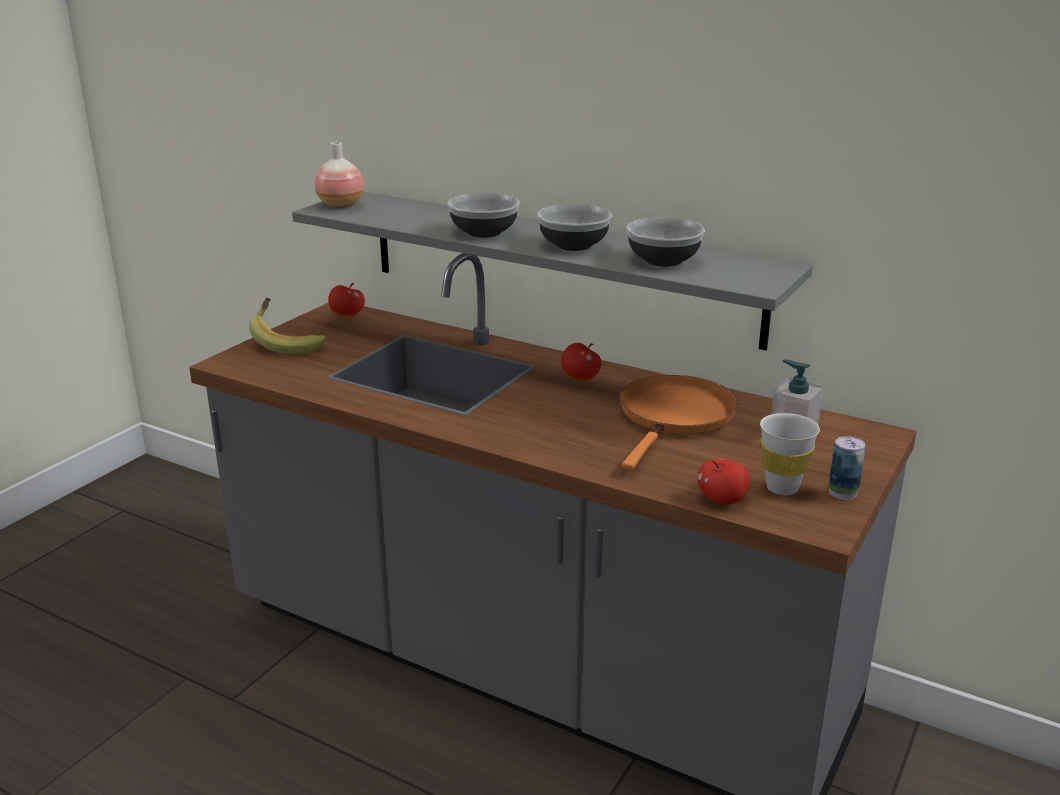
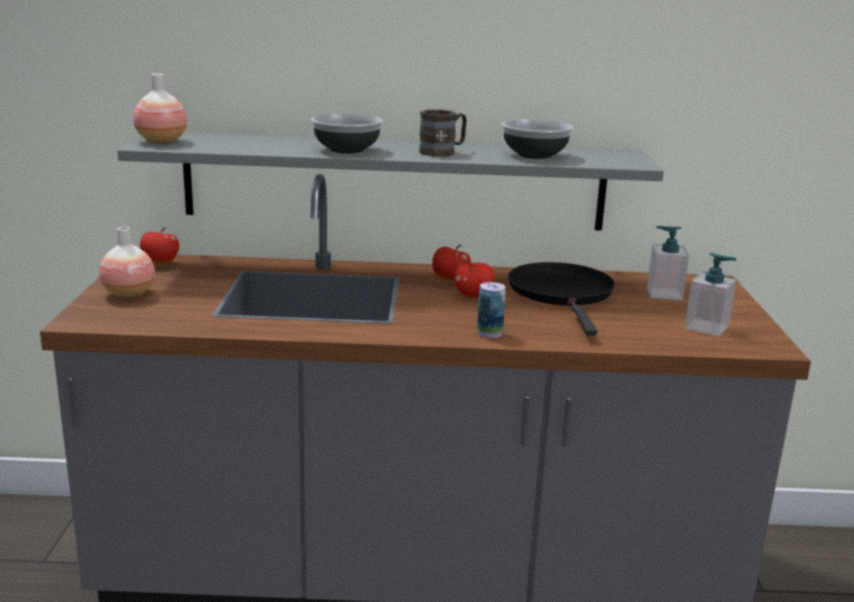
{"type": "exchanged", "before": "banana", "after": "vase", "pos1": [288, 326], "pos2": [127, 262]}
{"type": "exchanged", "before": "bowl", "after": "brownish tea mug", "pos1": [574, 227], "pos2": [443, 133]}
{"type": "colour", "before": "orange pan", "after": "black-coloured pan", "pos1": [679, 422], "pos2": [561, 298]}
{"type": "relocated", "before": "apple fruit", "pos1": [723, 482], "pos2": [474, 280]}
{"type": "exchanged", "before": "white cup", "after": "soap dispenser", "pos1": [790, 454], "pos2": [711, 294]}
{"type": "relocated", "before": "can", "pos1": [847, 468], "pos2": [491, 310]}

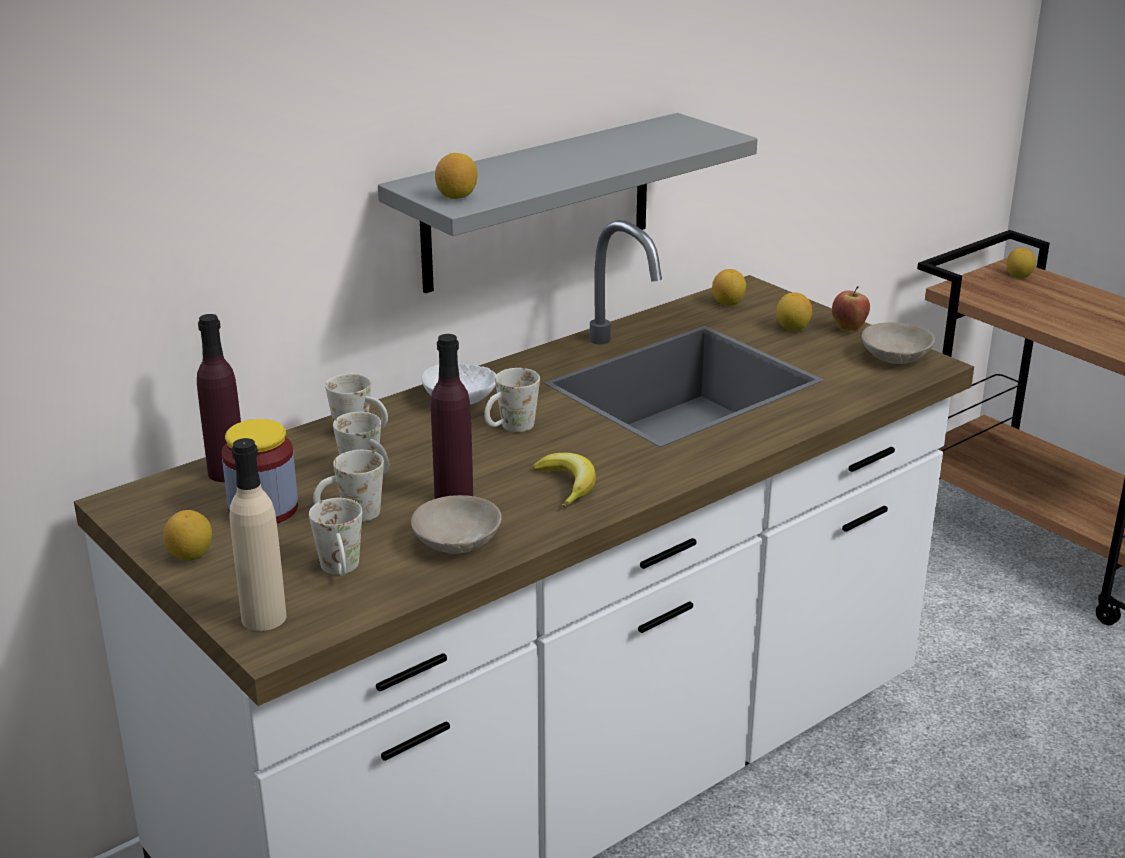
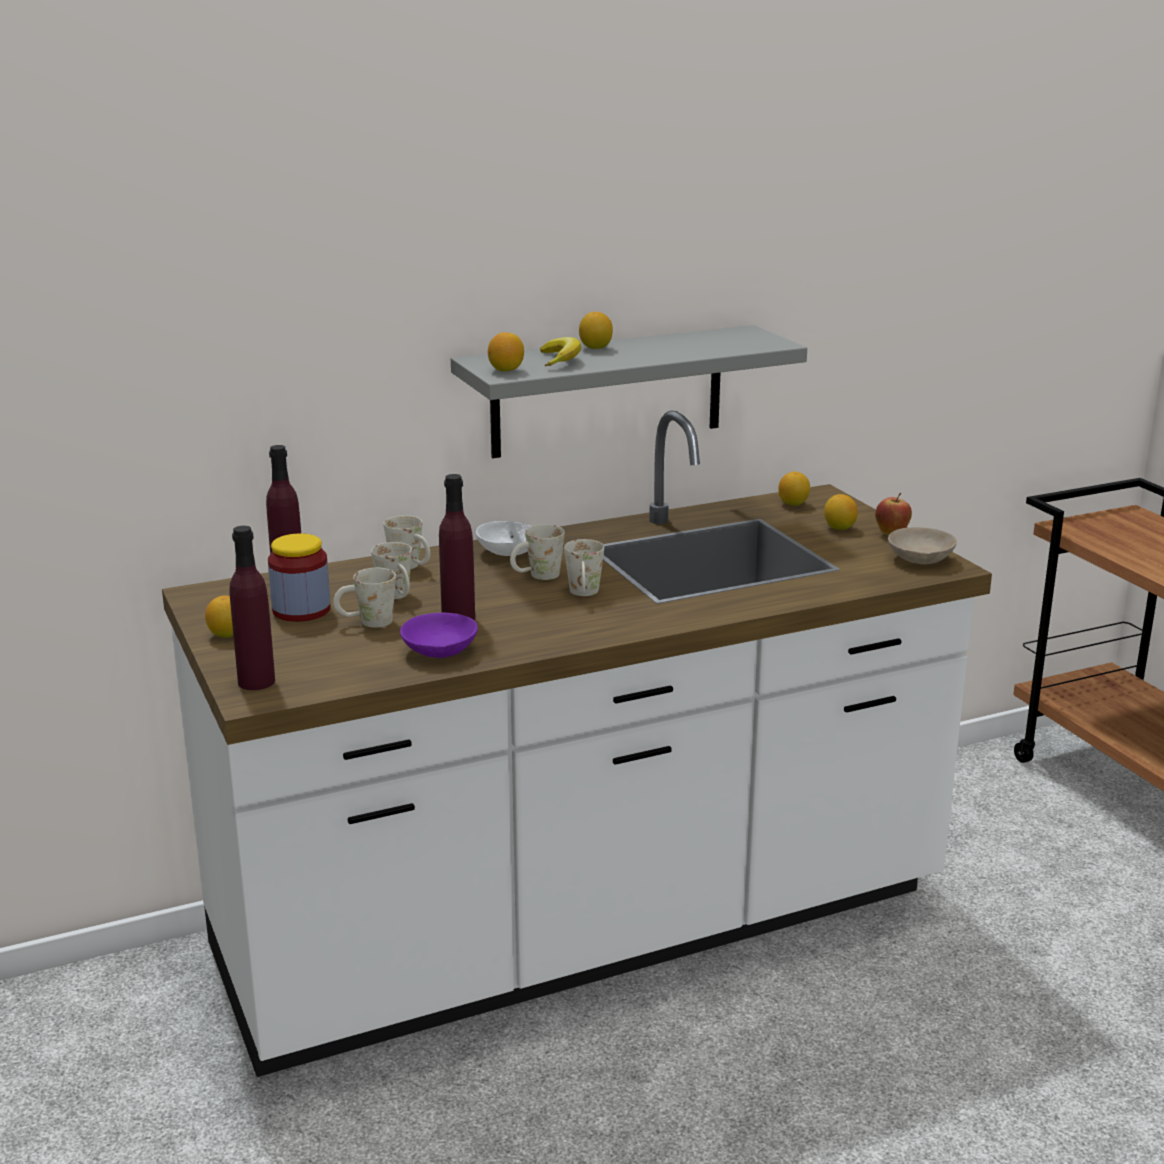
{"type": "colour", "before": "beige drink bottle", "after": "purple drink bottle", "pos1": [257, 534], "pos2": [252, 608]}
{"type": "relocated", "before": "white tea mug", "pos1": [335, 537], "pos2": [584, 567]}
{"type": "colour", "before": "beige bowl", "after": "purple bowl", "pos1": [456, 524], "pos2": [439, 635]}
{"type": "relocated", "before": "banana", "pos1": [564, 480], "pos2": [560, 351]}
{"type": "relocated", "before": "lemon", "pos1": [1021, 263], "pos2": [596, 330]}

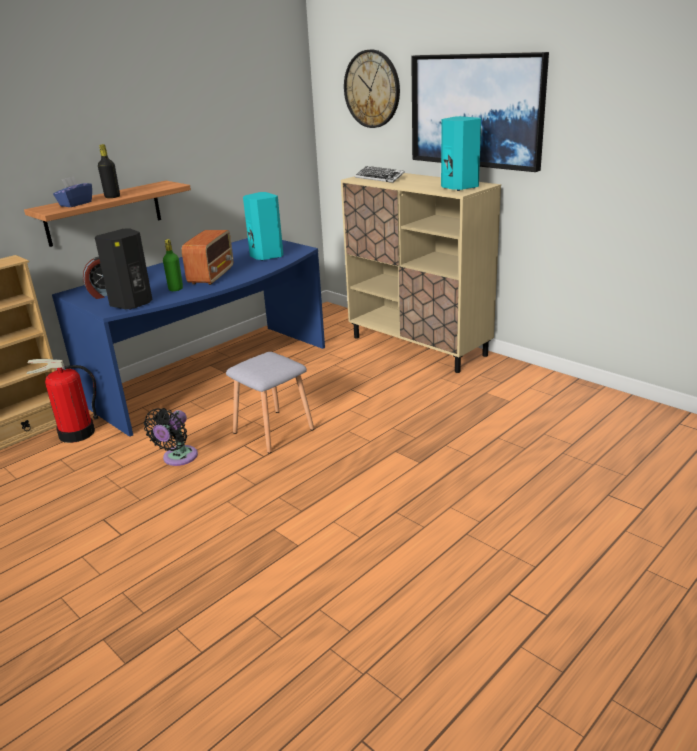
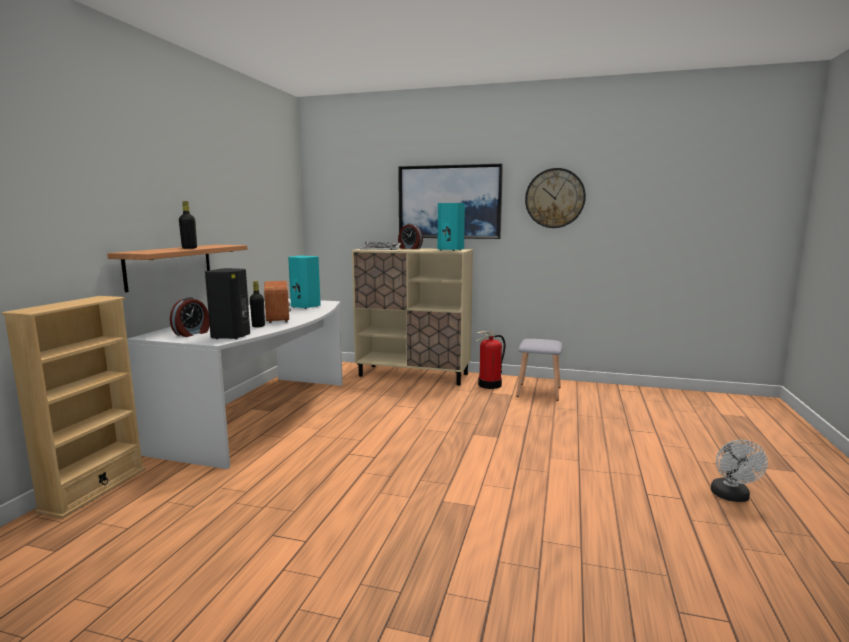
{"type": "relocated", "before": "extinguisher", "pos1": [62, 401], "pos2": [490, 360]}
{"type": "colour", "before": "blue-coloured desk", "after": "white desk", "pos1": [188, 337], "pos2": [235, 384]}
{"type": "missing", "before": "blue-coloured box of tissues", "pos1": [72, 191]}
{"type": "missing", "before": "black-coloured fan", "pos1": [171, 437]}
{"type": "colour", "before": "greenish drink bottle", "after": "black-coloured drink bottle", "pos1": [173, 265], "pos2": [257, 304]}
{"type": "relocated", "before": "gray stool seat", "pos1": [270, 403], "pos2": [539, 370]}
{"type": "relocated", "before": "clock on the wall", "pos1": [372, 88], "pos2": [555, 198]}
{"type": "appeared", "after": "bedside clock", "pos2": [410, 236]}
{"type": "appeared", "after": "white fan", "pos2": [739, 471]}

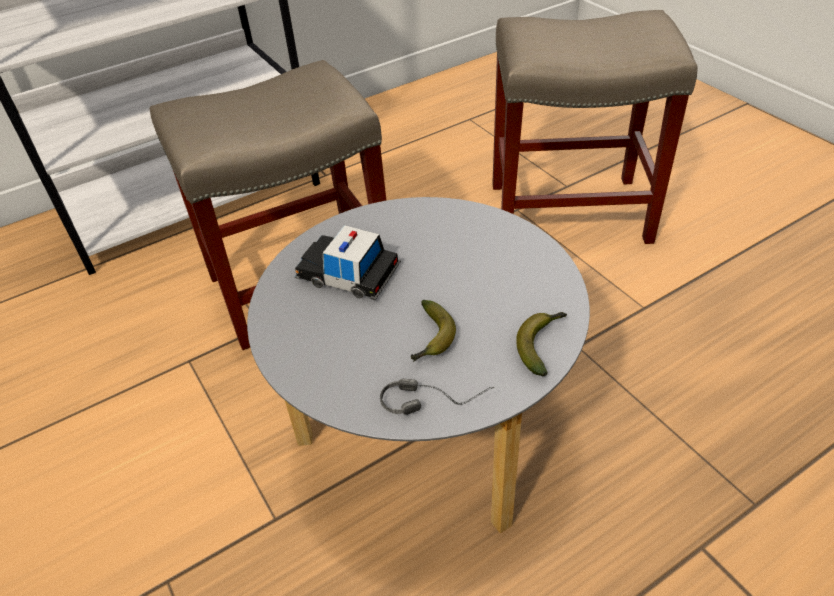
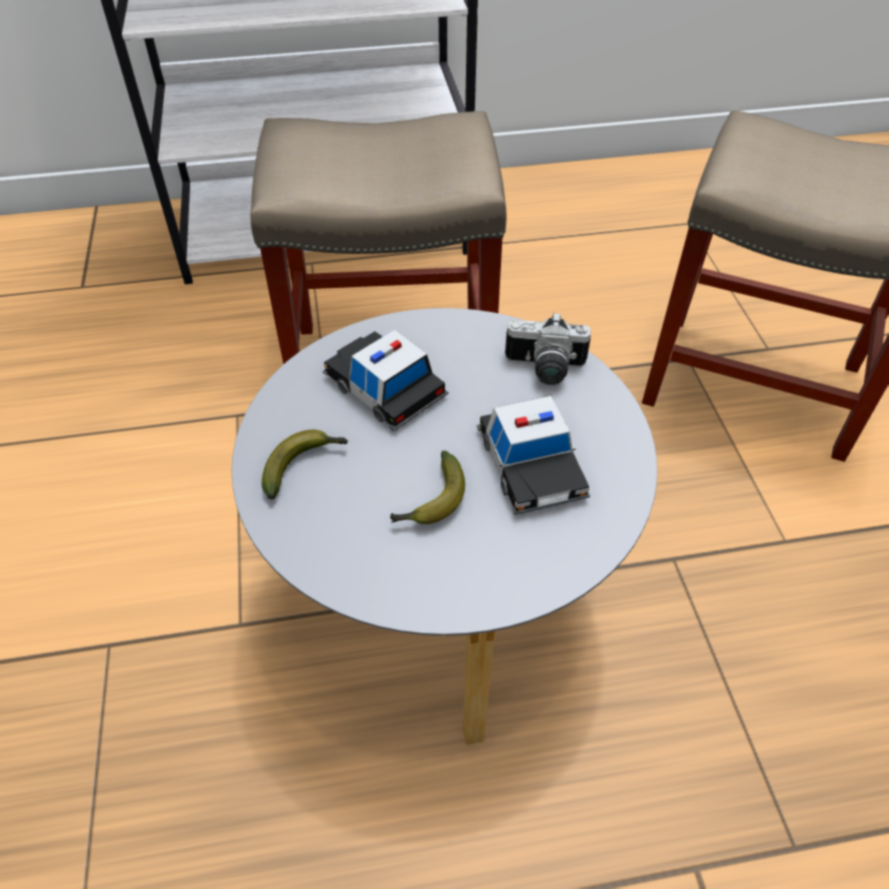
{"type": "missing", "before": "pair of headphones", "pos1": [437, 397]}
{"type": "relocated", "before": "banana", "pos1": [541, 344], "pos2": [305, 464]}
{"type": "appeared", "after": "toy car", "pos2": [533, 455]}
{"type": "appeared", "after": "photo camera", "pos2": [548, 348]}

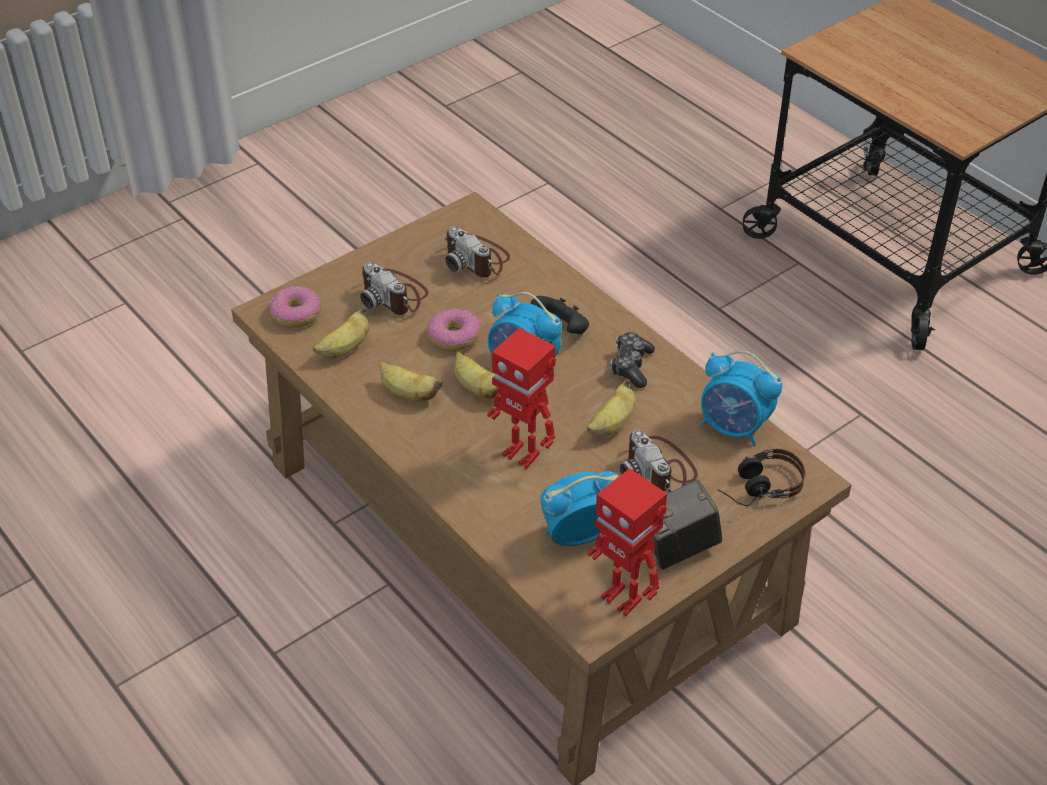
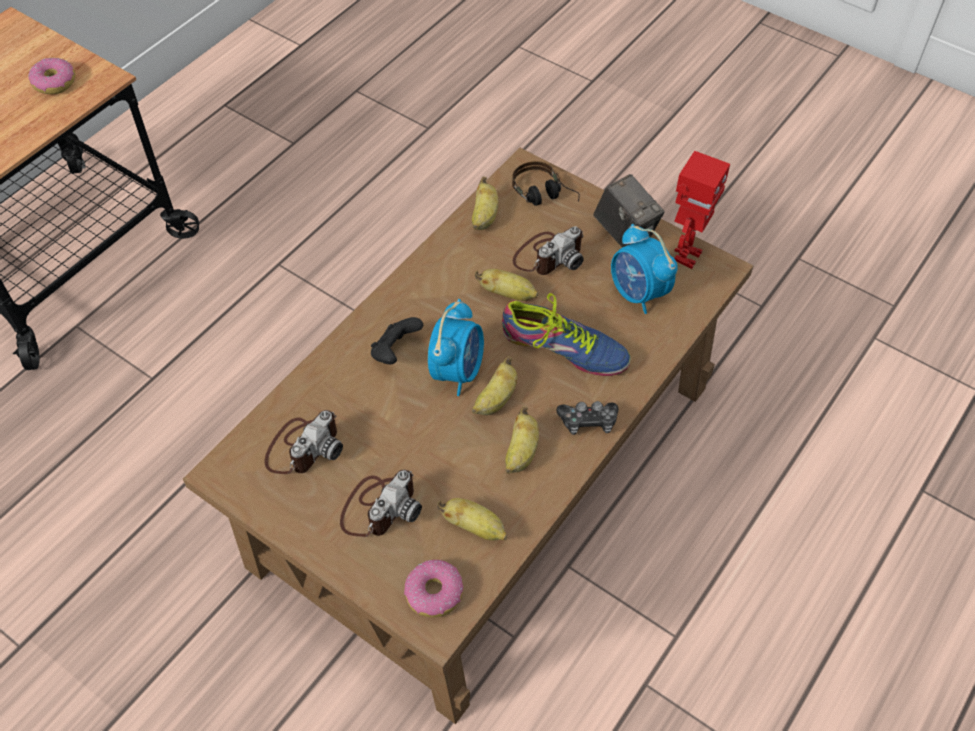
{"type": "relocated", "before": "ring doughnut", "pos1": [454, 330], "pos2": [52, 76]}
{"type": "exchanged", "before": "toy robot", "after": "shoe", "pos1": [521, 398], "pos2": [566, 334]}
{"type": "relocated", "before": "gamepad", "pos1": [632, 360], "pos2": [587, 418]}
{"type": "exchanged", "before": "bedside clock", "after": "banana", "pos1": [741, 398], "pos2": [485, 203]}

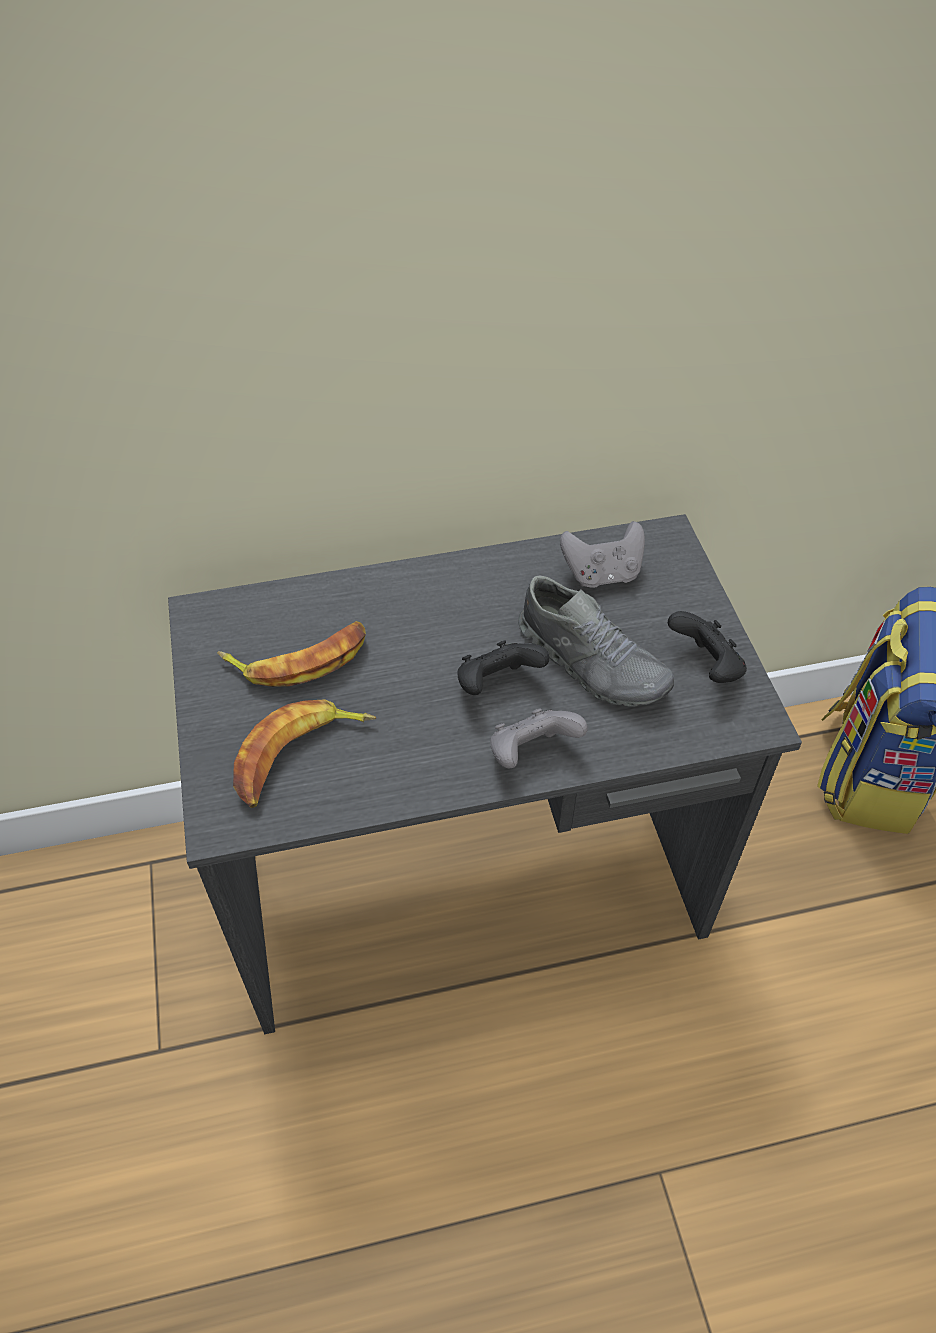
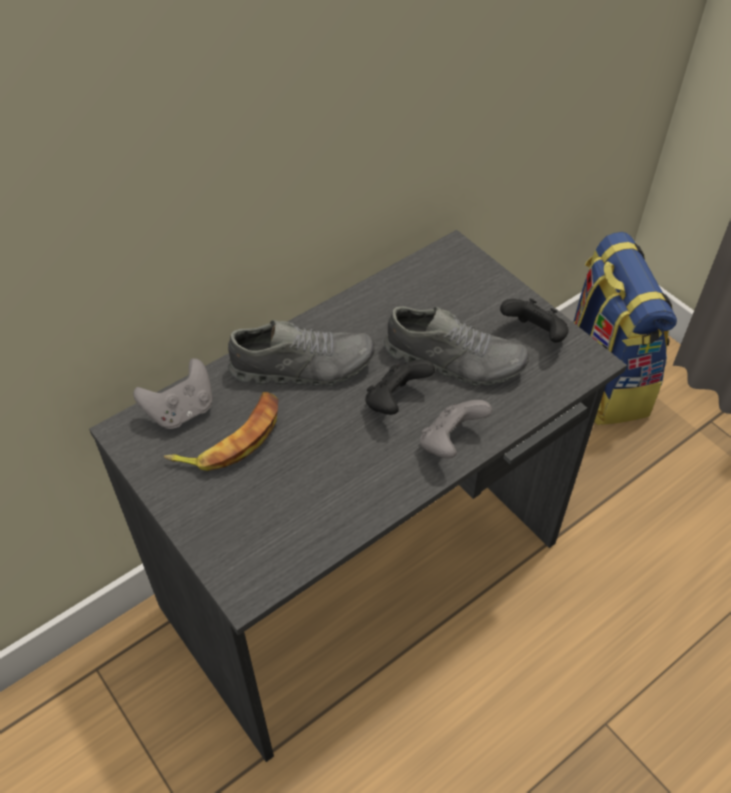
{"type": "missing", "before": "banana", "pos1": [304, 753]}
{"type": "relocated", "before": "gray gamepad", "pos1": [602, 554], "pos2": [173, 393]}
{"type": "appeared", "after": "gray shoe", "pos2": [301, 353]}

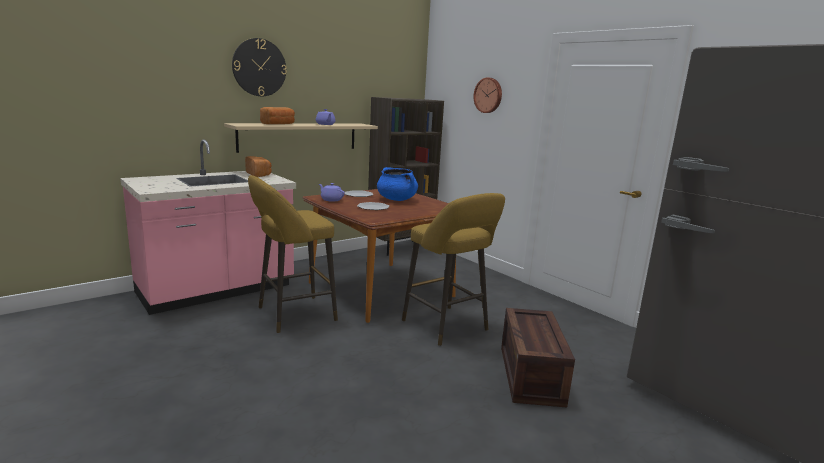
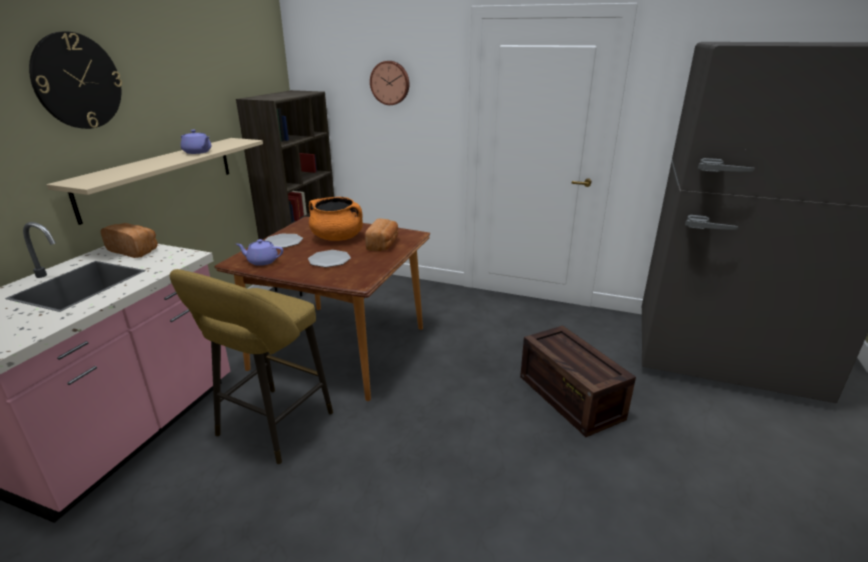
{"type": "relocated", "before": "bakery bread", "pos1": [277, 115], "pos2": [381, 235]}
{"type": "colour", "before": "blue-coloured cooking pot", "after": "orange cooking pot", "pos1": [397, 184], "pos2": [336, 219]}
{"type": "missing", "before": "yellow-coloured stool seat", "pos1": [453, 269]}

